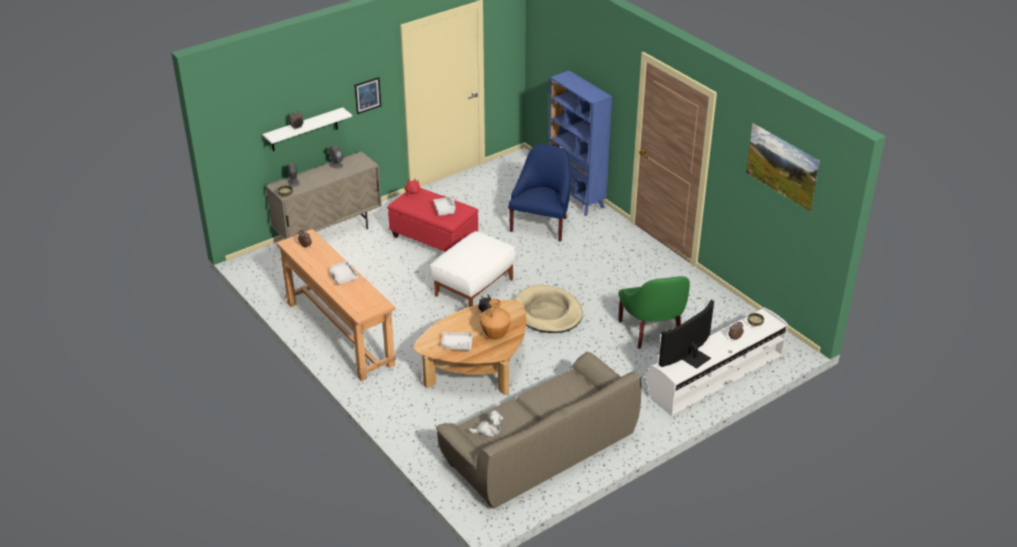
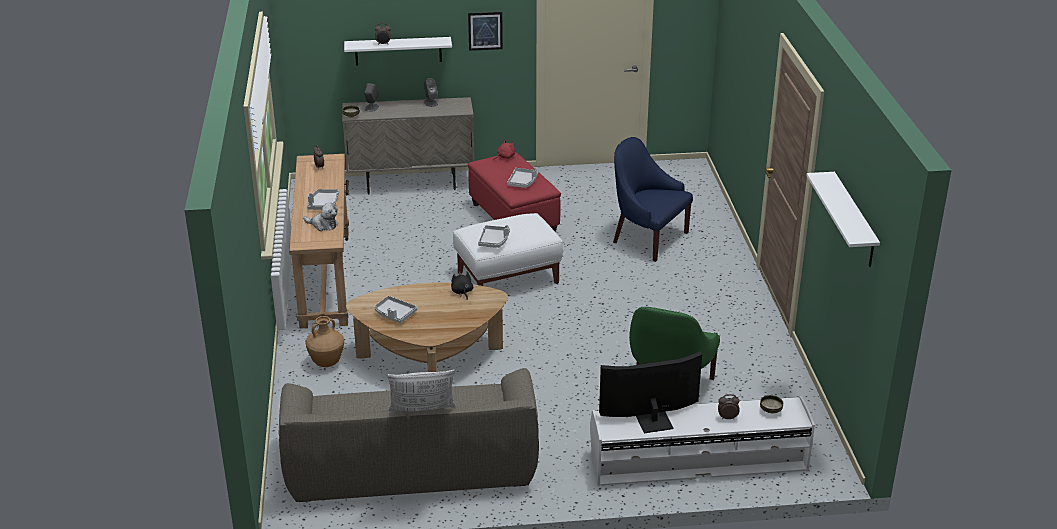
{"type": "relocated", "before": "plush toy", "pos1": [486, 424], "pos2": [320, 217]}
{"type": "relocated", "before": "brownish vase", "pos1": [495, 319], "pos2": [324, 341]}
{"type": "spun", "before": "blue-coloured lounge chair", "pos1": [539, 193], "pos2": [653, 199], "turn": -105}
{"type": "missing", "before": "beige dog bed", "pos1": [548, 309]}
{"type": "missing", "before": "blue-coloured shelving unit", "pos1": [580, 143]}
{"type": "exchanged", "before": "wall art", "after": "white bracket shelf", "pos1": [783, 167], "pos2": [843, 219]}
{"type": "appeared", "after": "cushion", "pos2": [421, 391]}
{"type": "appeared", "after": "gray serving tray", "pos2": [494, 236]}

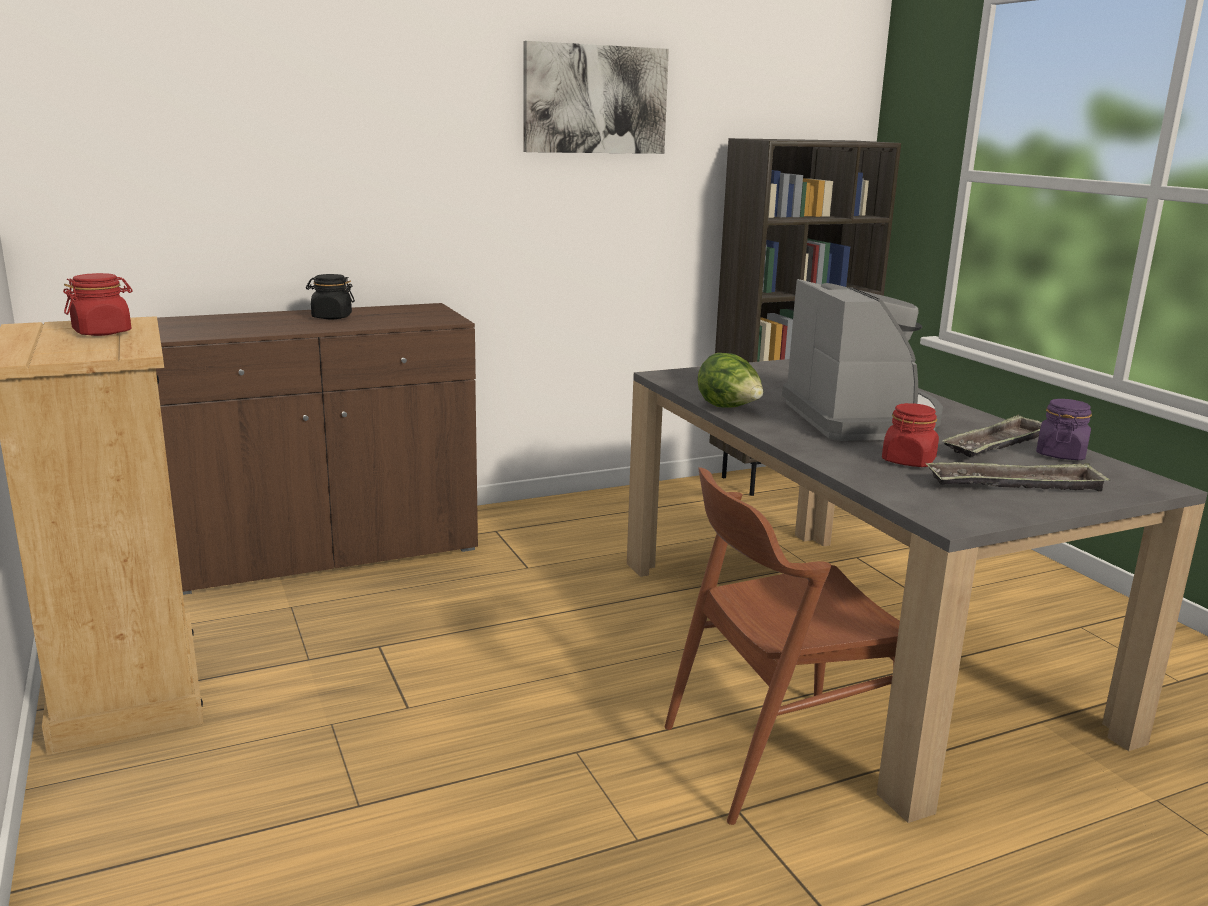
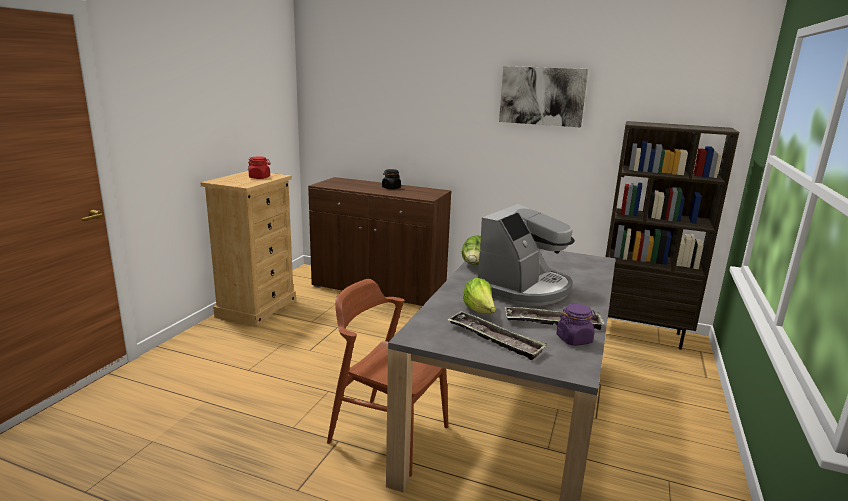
{"type": "exchanged", "before": "reddish preserve jar", "after": "head of lettuce", "pos1": [910, 435], "pos2": [479, 295]}

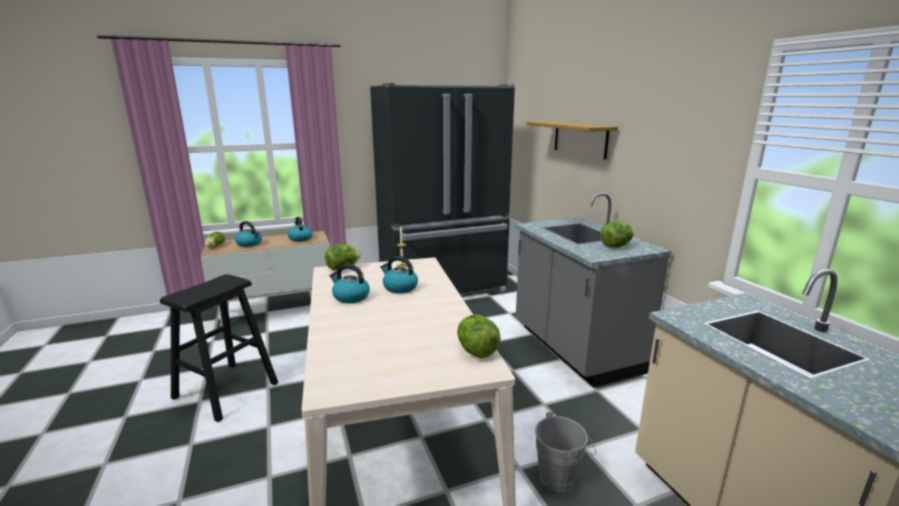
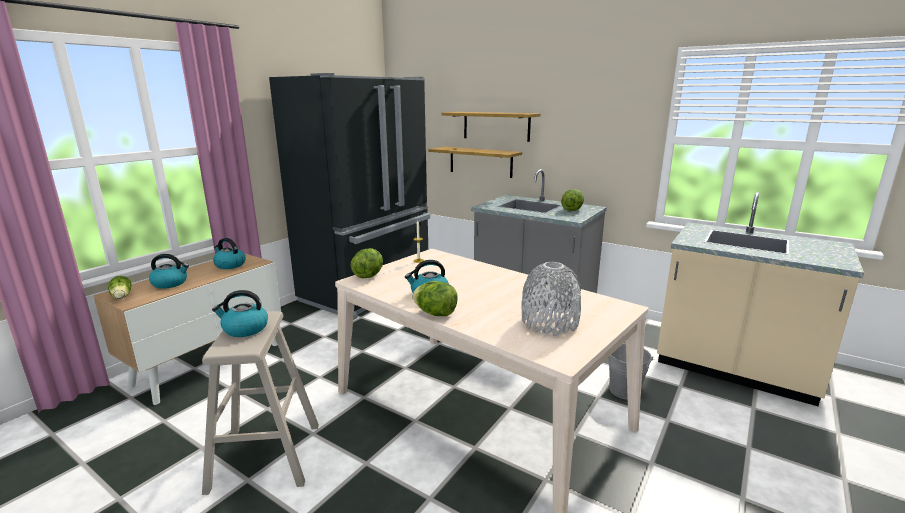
{"type": "colour", "before": "black-coloured stool seat", "after": "beige stool seat", "pos1": [219, 348], "pos2": [260, 403]}
{"type": "relocated", "before": "tea kettle", "pos1": [399, 275], "pos2": [240, 313]}
{"type": "relocated", "before": "head of lettuce", "pos1": [479, 336], "pos2": [435, 298]}
{"type": "appeared", "after": "bracket shelf", "pos2": [475, 162]}
{"type": "appeared", "after": "gray vase", "pos2": [551, 299]}

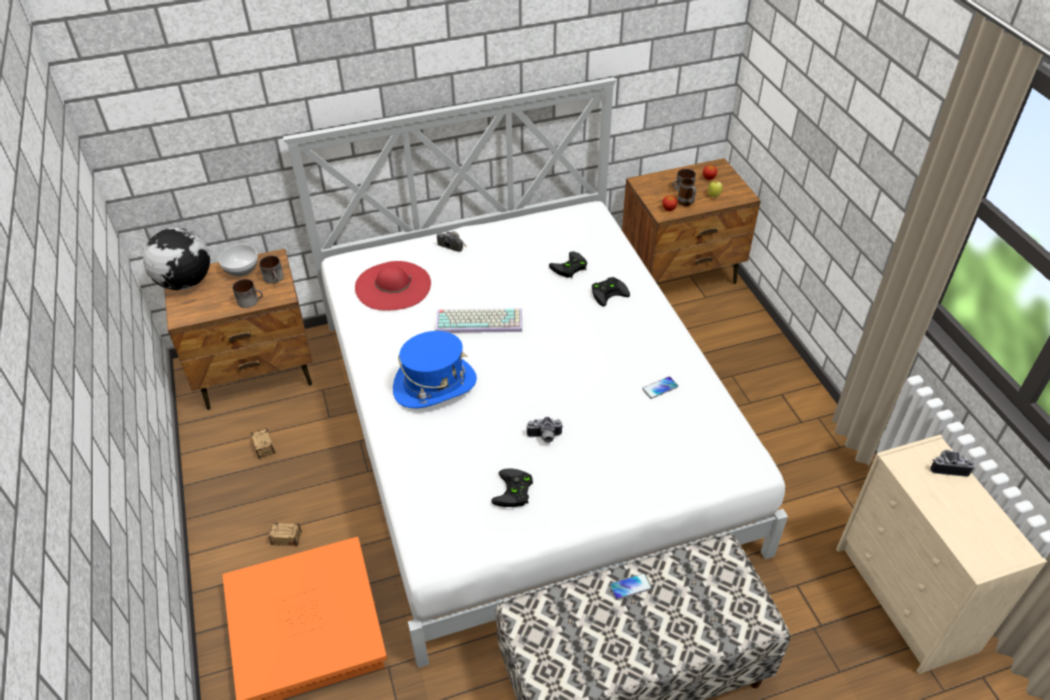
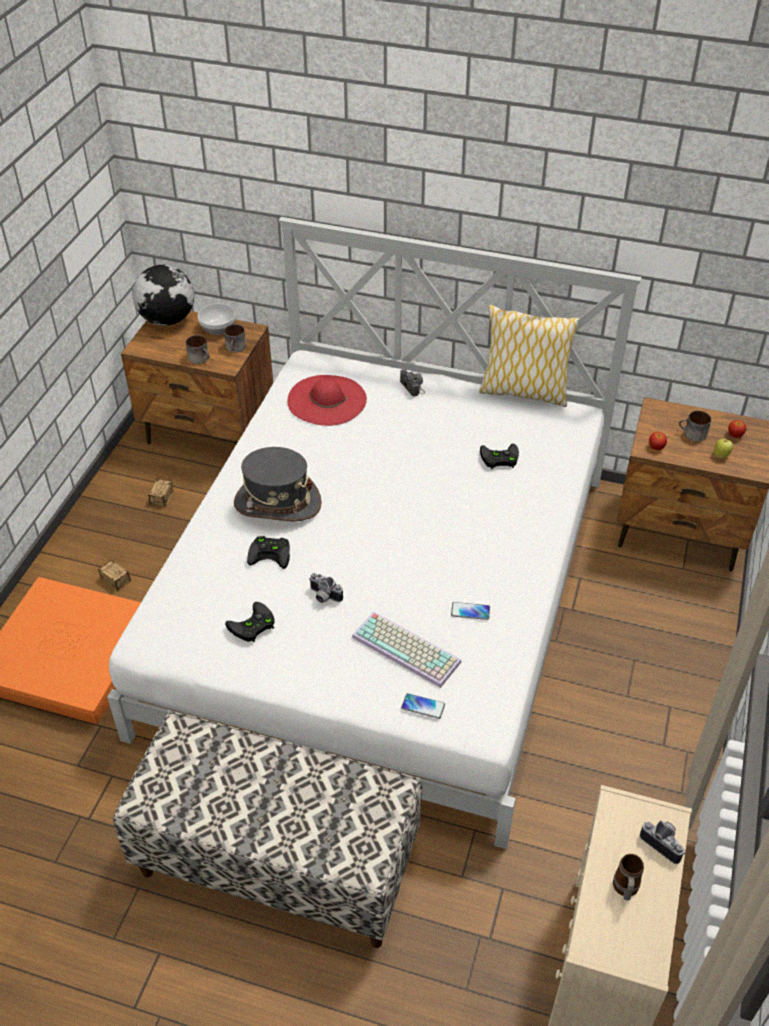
{"type": "colour", "before": "blue-coloured wearable hat", "after": "gray wearable hat", "pos1": [435, 369], "pos2": [278, 484]}
{"type": "relocated", "before": "PC keyboard", "pos1": [479, 321], "pos2": [406, 650]}
{"type": "relocated", "before": "black-coloured gamepad", "pos1": [611, 292], "pos2": [268, 552]}
{"type": "relocated", "before": "handset", "pos1": [630, 586], "pos2": [423, 706]}
{"type": "relocated", "before": "tea mug", "pos1": [687, 192], "pos2": [628, 877]}
{"type": "appeared", "after": "cushion", "pos2": [529, 356]}

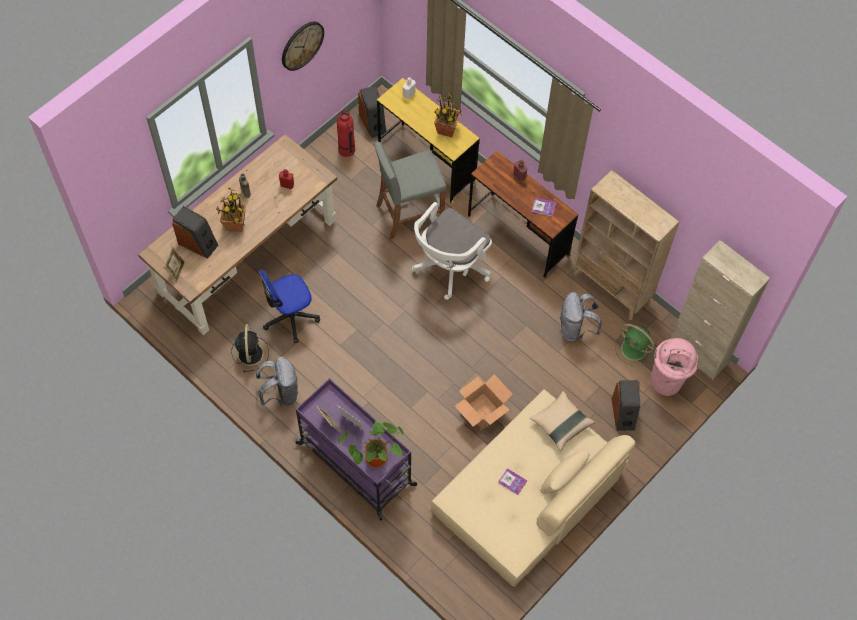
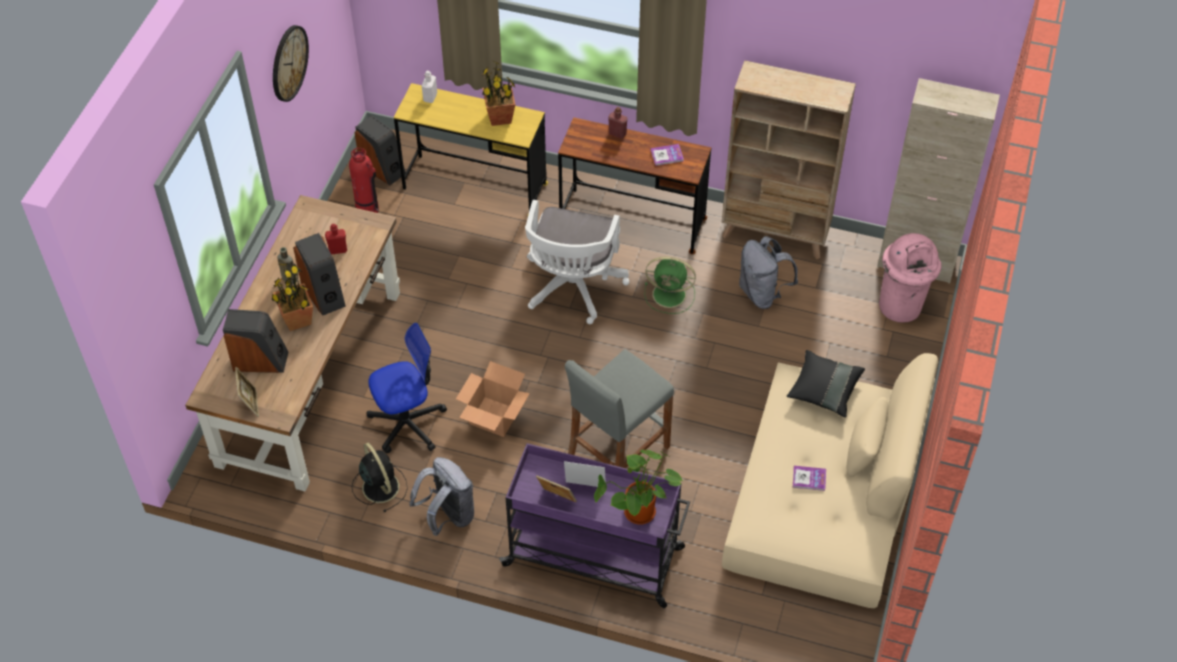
{"type": "spun", "before": "desk chair", "pos1": [289, 306], "pos2": [406, 388], "turn": -150}
{"type": "relocated", "before": "gray stool seat", "pos1": [410, 190], "pos2": [619, 409]}
{"type": "relocated", "before": "packing box", "pos1": [484, 401], "pos2": [493, 399]}
{"type": "colour", "before": "beige cushion", "after": "black-coloured cushion", "pos1": [562, 421], "pos2": [826, 384]}
{"type": "relocated", "before": "audio speaker", "pos1": [626, 405], "pos2": [319, 274]}
{"type": "relocated", "before": "greenish fan", "pos1": [635, 345], "pos2": [670, 285]}

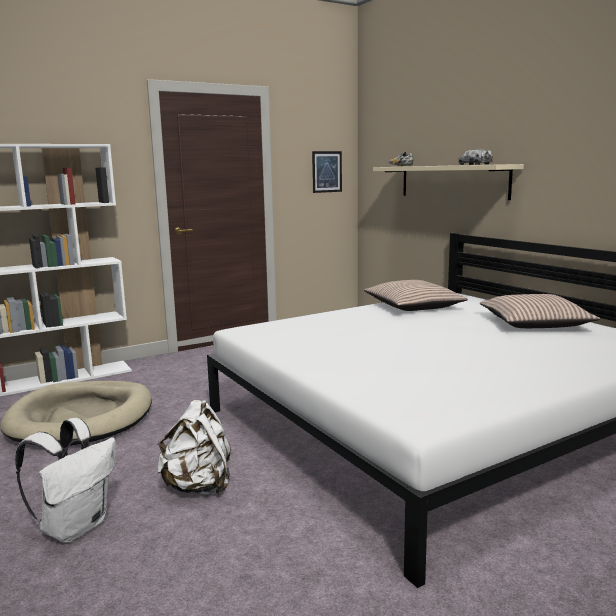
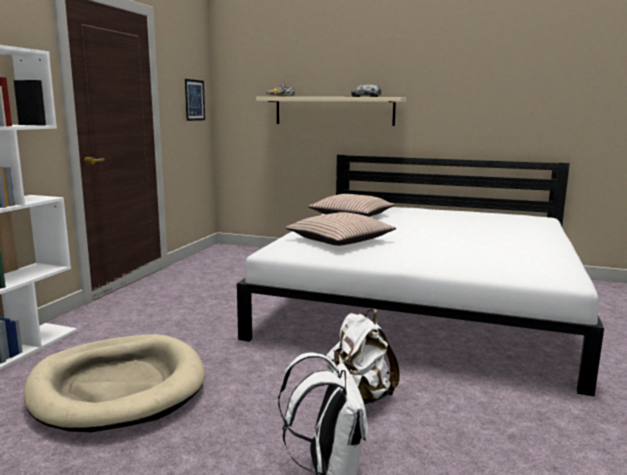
{"type": "relocated", "before": "cushion", "pos1": [540, 311], "pos2": [340, 229]}

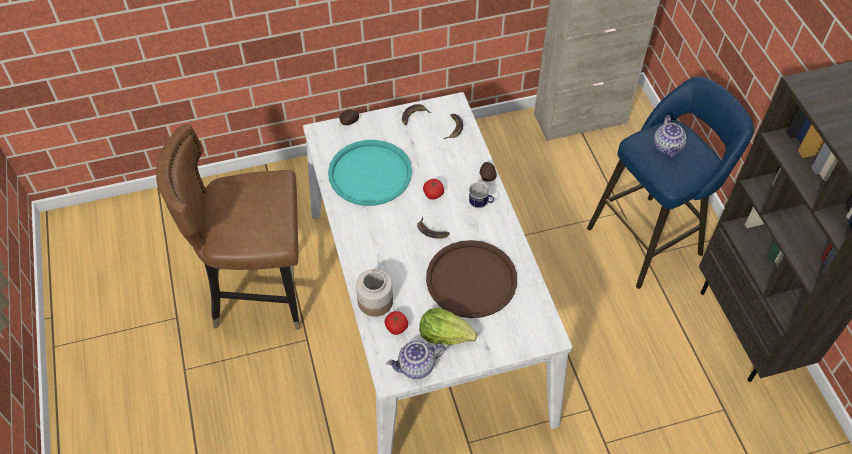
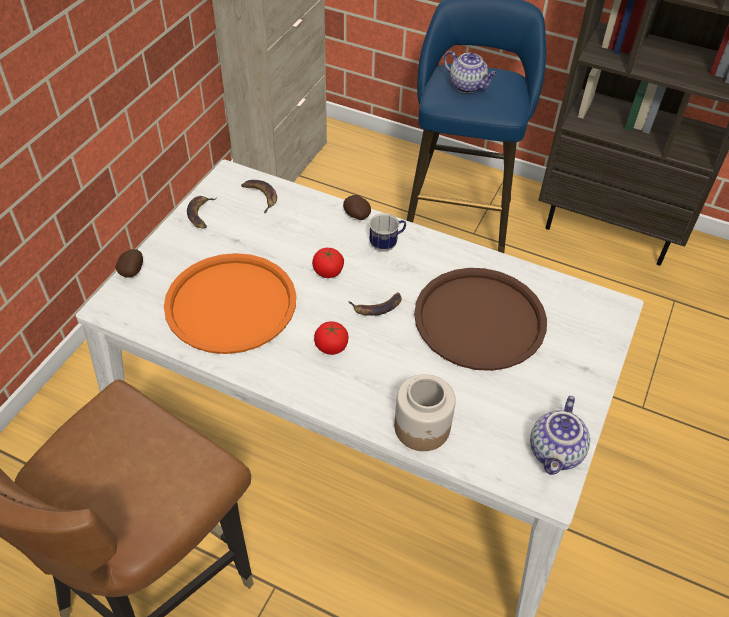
{"type": "colour", "before": "turquoise-coloured serving tray", "after": "orange serving tray", "pos1": [370, 173], "pos2": [230, 303]}
{"type": "relocated", "before": "tomato", "pos1": [396, 323], "pos2": [331, 338]}
{"type": "missing", "before": "head of lettuce", "pos1": [448, 326]}

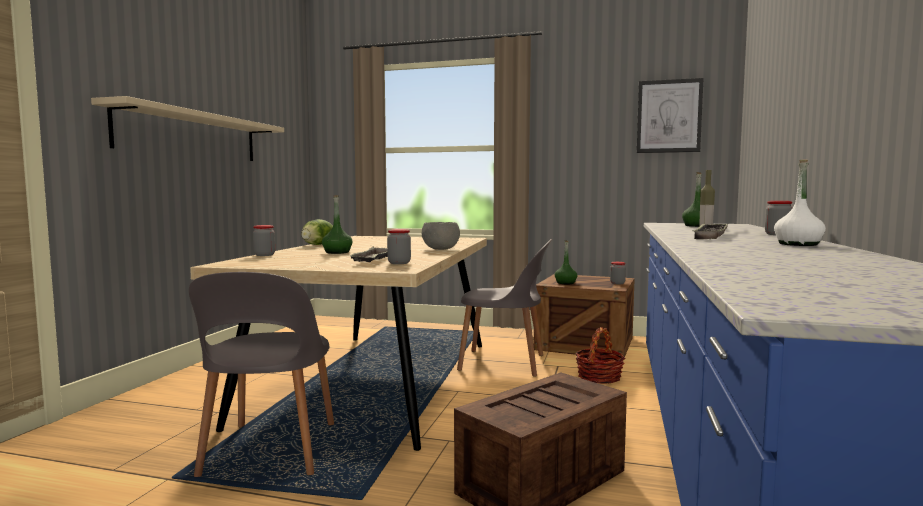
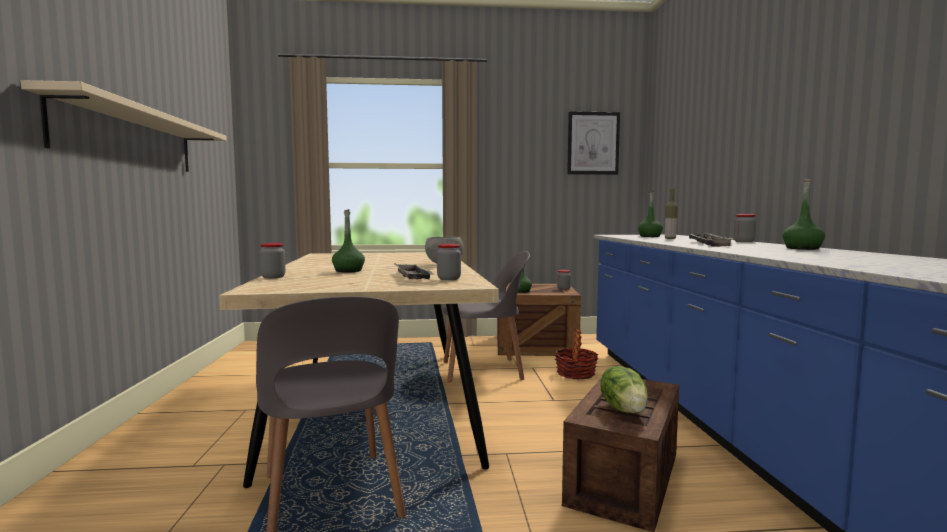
{"type": "relocated", "before": "head of lettuce", "pos1": [317, 232], "pos2": [624, 389]}
{"type": "colour", "before": "white drink bottle", "after": "greenish drink bottle", "pos1": [800, 203], "pos2": [804, 215]}

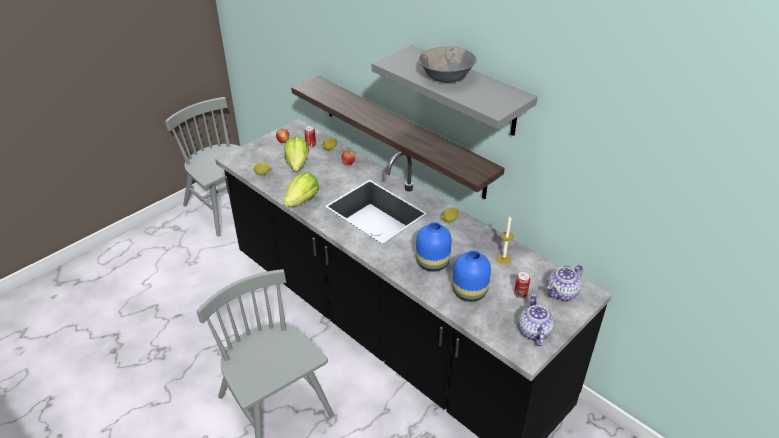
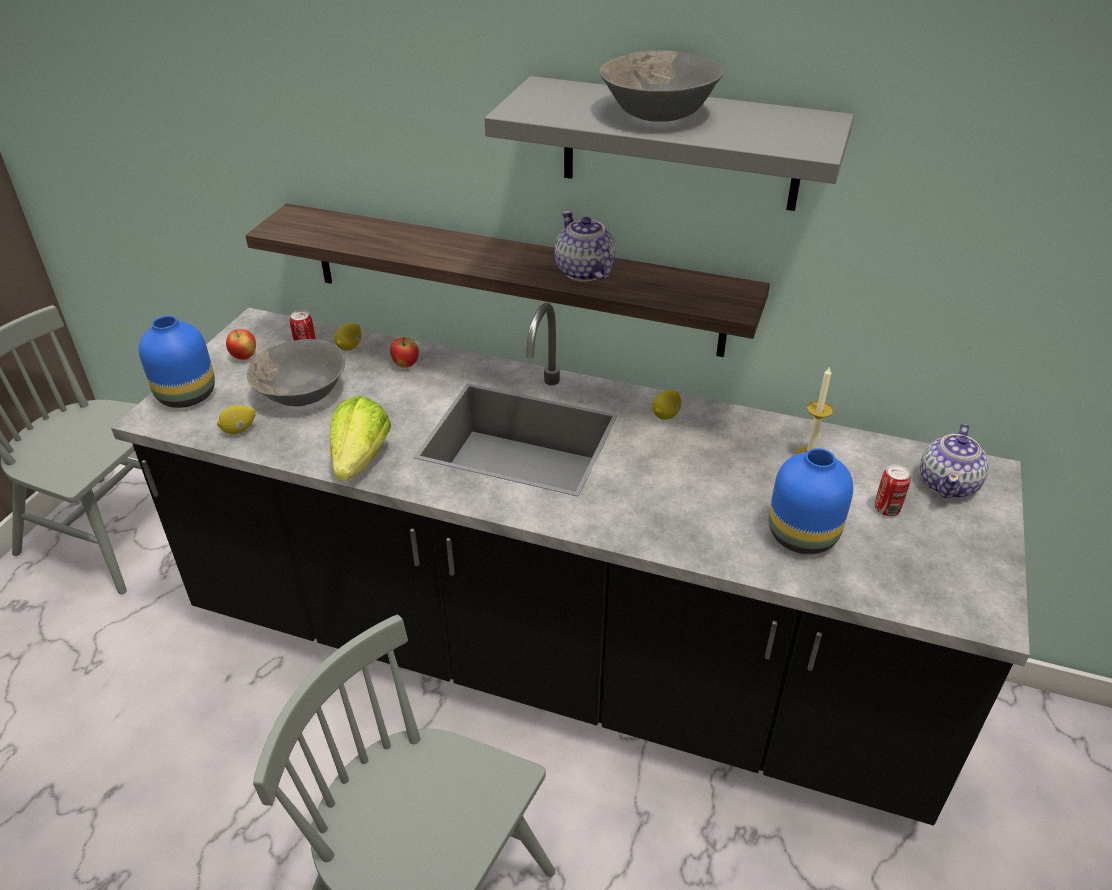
{"type": "exchanged", "before": "head of lettuce", "after": "gray bowl", "pos1": [297, 154], "pos2": [296, 373]}
{"type": "relocated", "before": "blue-coloured vase", "pos1": [434, 247], "pos2": [177, 362]}
{"type": "relocated", "before": "pot for tea", "pos1": [536, 320], "pos2": [585, 246]}

